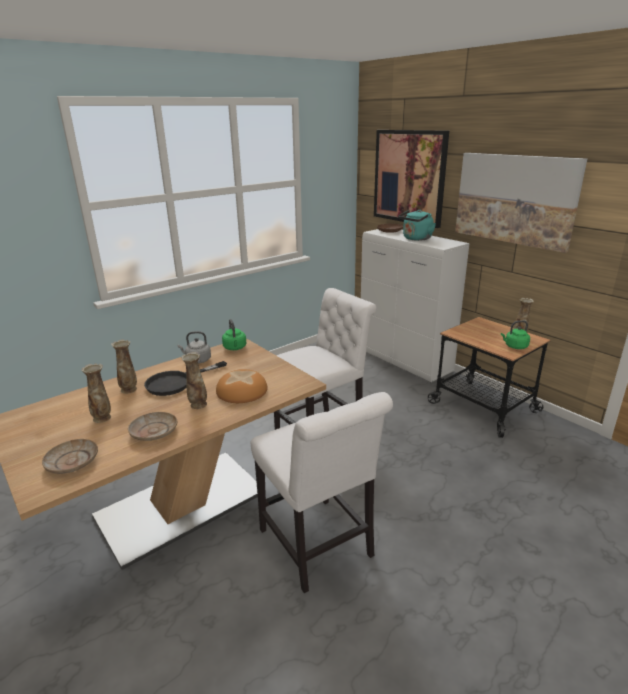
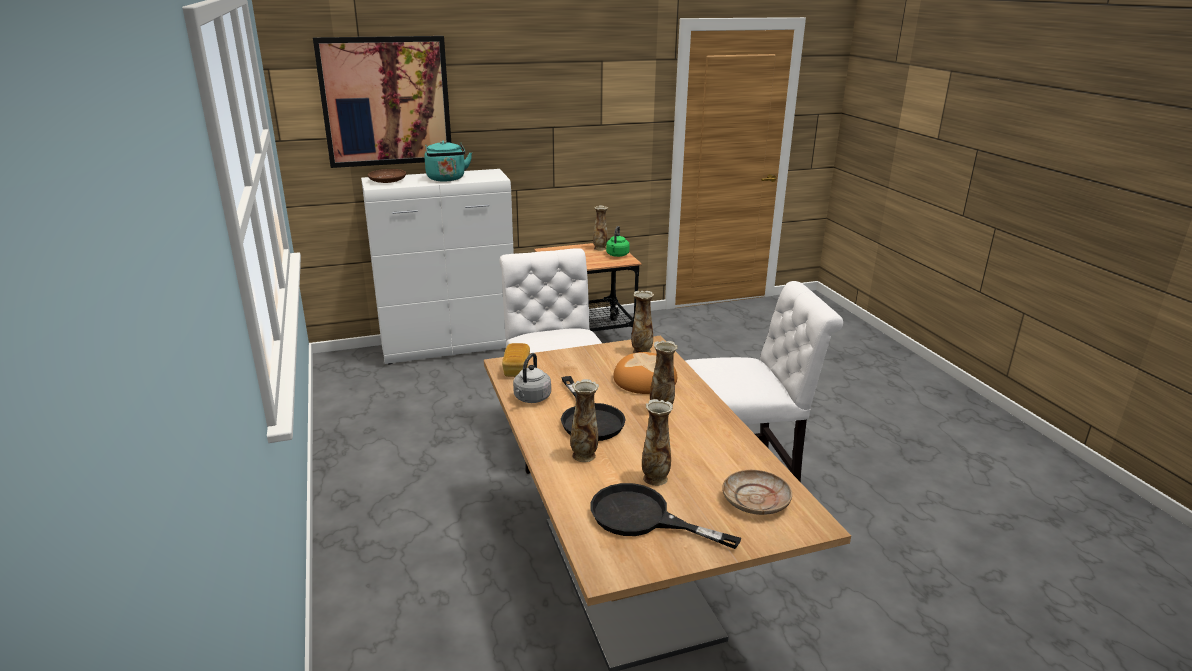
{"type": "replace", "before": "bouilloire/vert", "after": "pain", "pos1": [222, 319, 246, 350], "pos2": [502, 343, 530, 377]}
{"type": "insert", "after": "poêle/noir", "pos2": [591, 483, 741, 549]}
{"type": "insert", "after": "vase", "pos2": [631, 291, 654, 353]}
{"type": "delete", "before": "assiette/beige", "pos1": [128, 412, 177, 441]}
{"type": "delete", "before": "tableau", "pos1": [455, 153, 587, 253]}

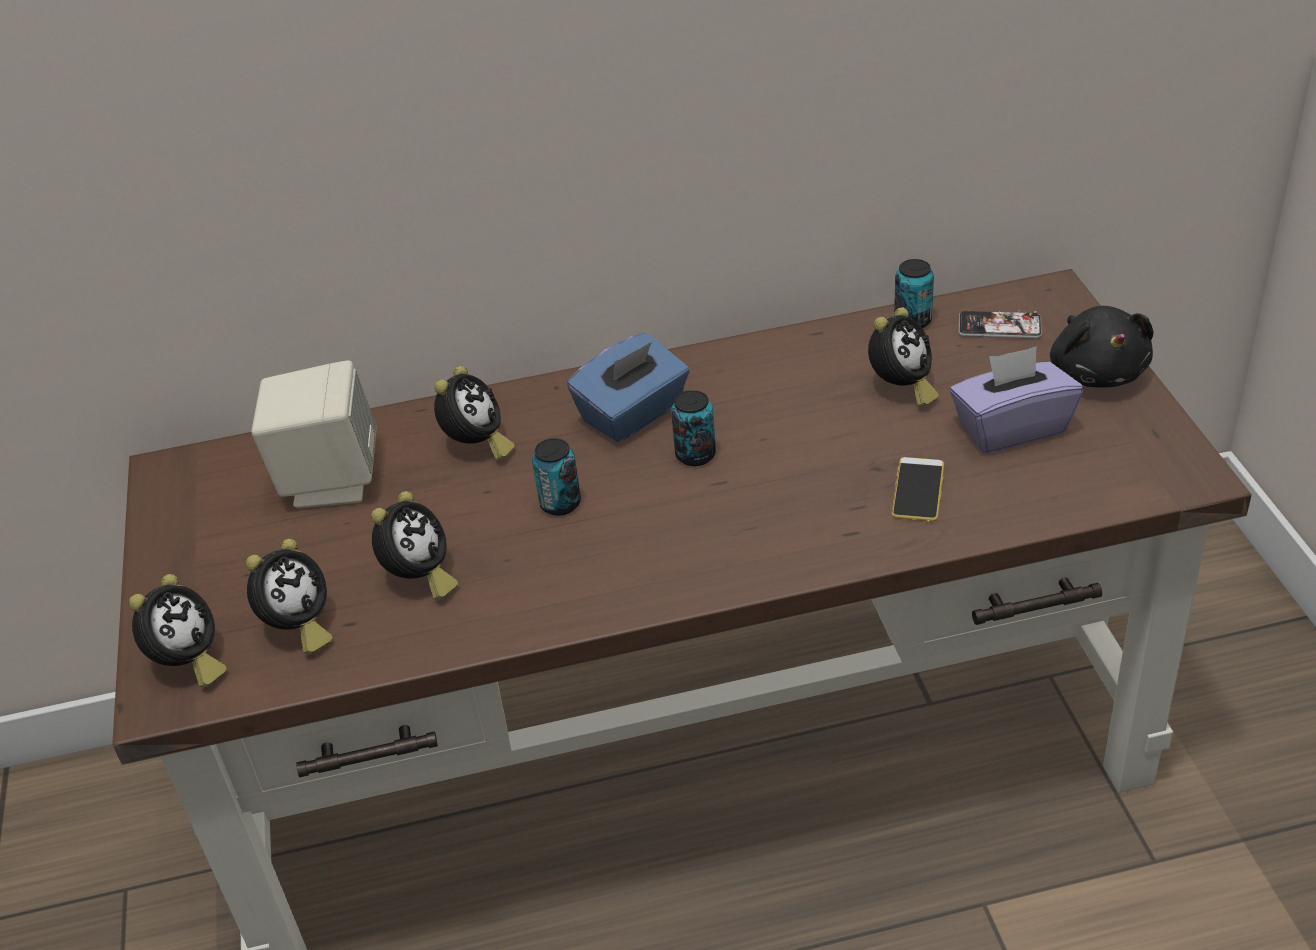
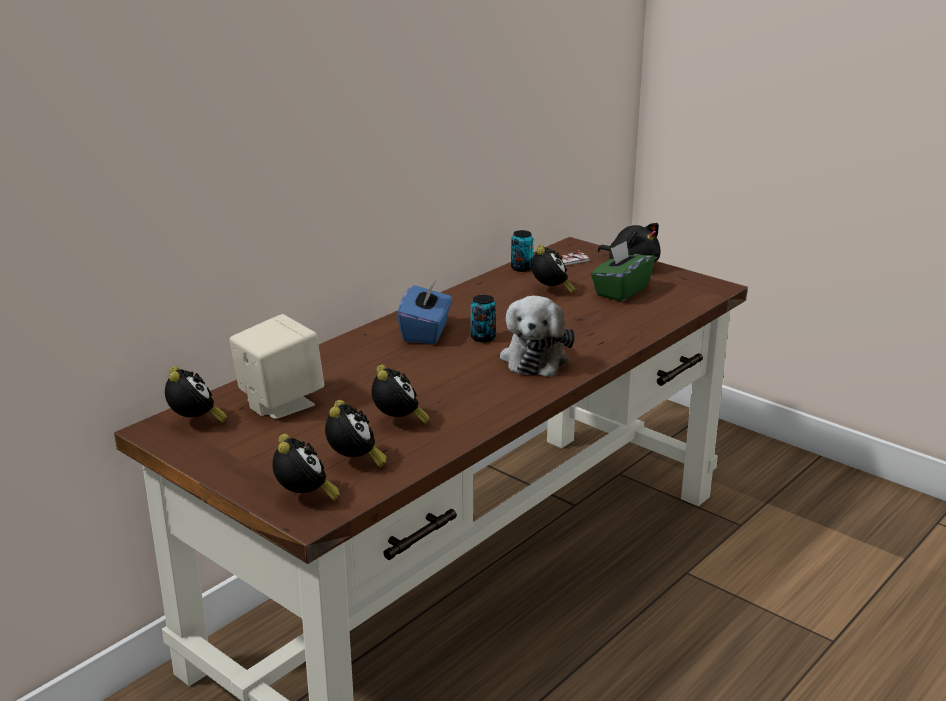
{"type": "move", "before": "réveil", "pos1": [434, 366, 515, 460], "pos2": [165, 366, 227, 423]}
{"type": "insert", "after": "peluche", "pos2": [500, 296, 575, 376]}
{"type": "recolor", "before": "boîte à mouchoirs/violet", "after": "boîte à mouchoirs/vert", "pos1": [950, 347, 1083, 453], "pos2": [591, 241, 655, 302]}
{"type": "delete", "before": "boîte métallique", "pos1": [532, 438, 581, 516]}
{"type": "delete", "before": "téléphone", "pos1": [891, 457, 944, 522]}

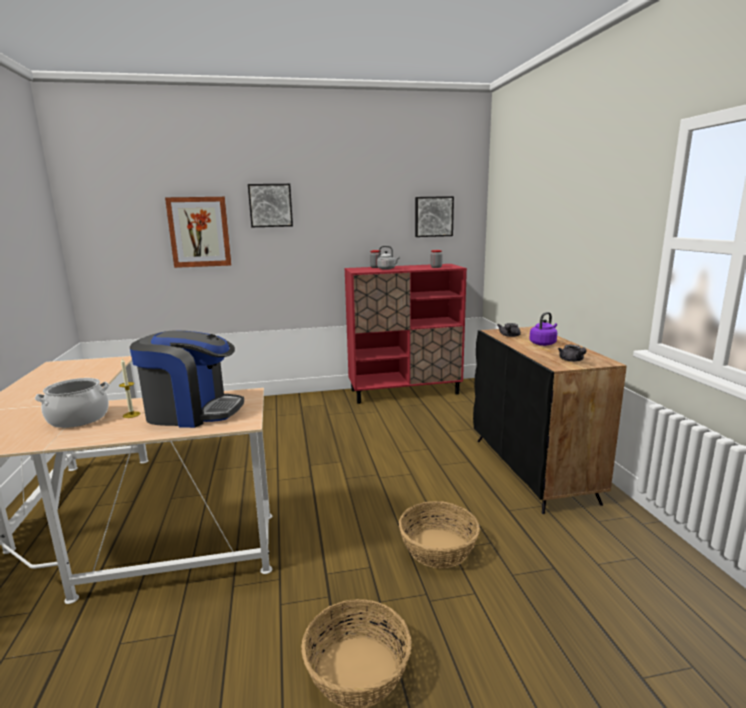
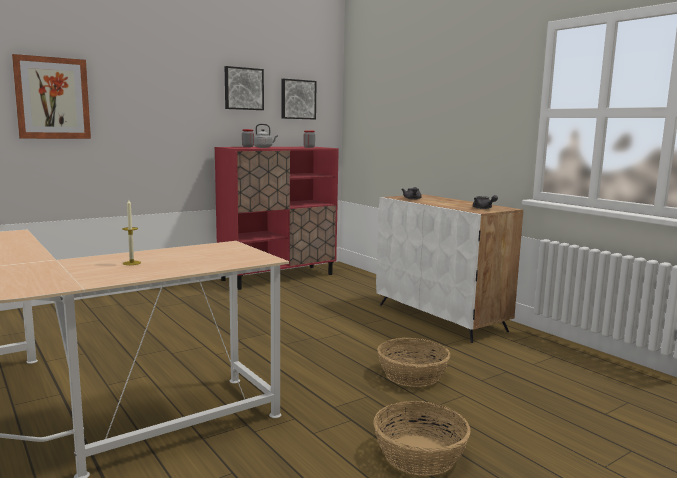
{"type": "move", "before": "tableau", "pos1": [248, 184, 293, 227], "pos2": [225, 66, 264, 110]}
{"type": "recolor", "before": "meuble de rangement/noir", "after": "meuble de rangement/blanc", "pos1": [473, 326, 627, 514], "pos2": [376, 194, 523, 343]}
{"type": "delete", "before": "marmite", "pos1": [35, 378, 109, 428]}
{"type": "delete", "before": "machine à café", "pos1": [130, 330, 244, 428]}
{"type": "delete", "before": "bouilloire/violet", "pos1": [530, 312, 557, 346]}

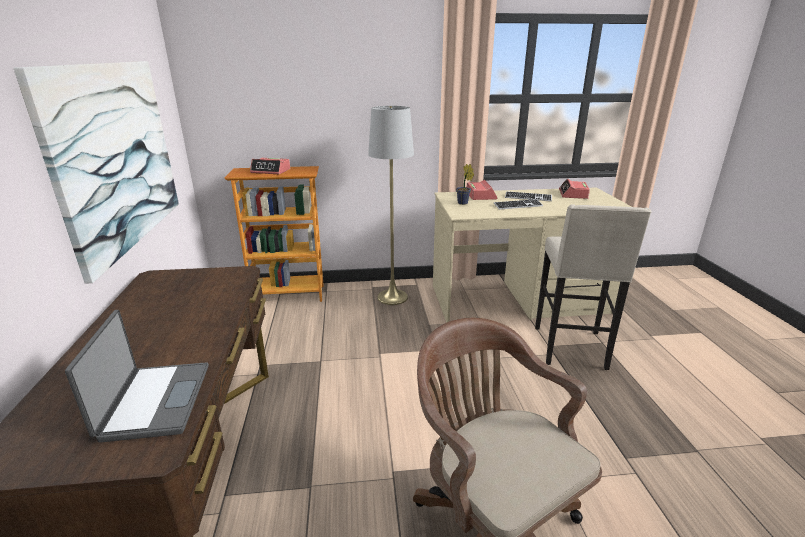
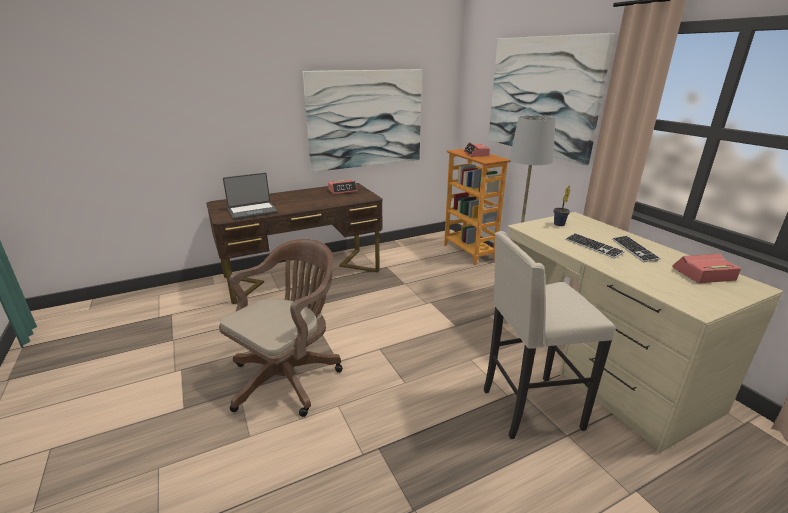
{"type": "move", "before": "réveil", "pos1": [467, 180, 497, 200], "pos2": [328, 180, 358, 195]}
{"type": "insert", "after": "tableau", "pos2": [488, 33, 615, 165]}

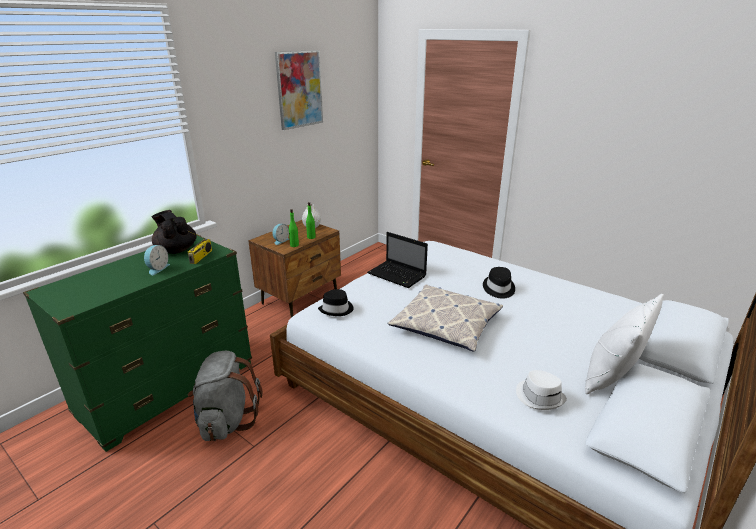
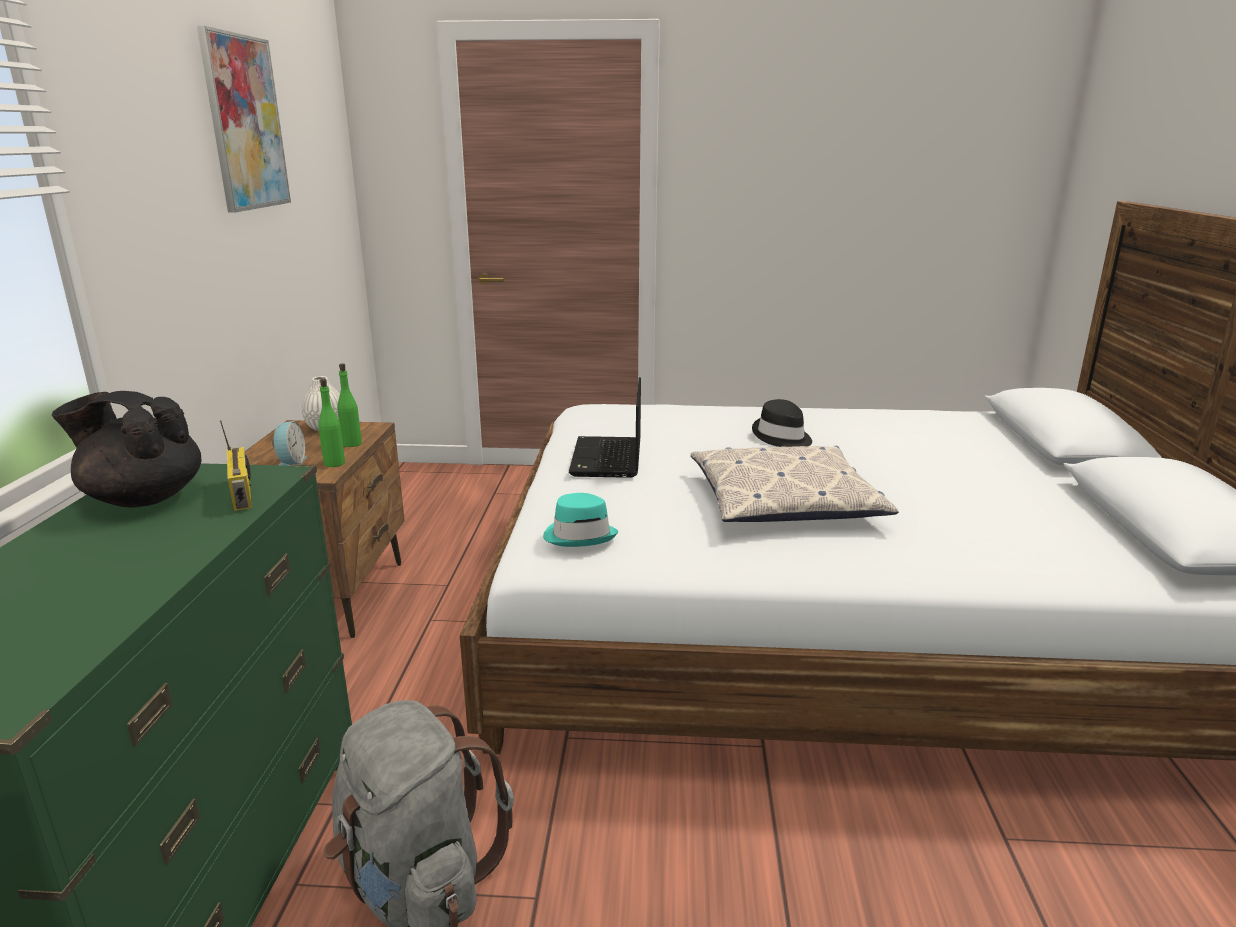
{"type": "recolor", "before": "chapeau/noir", "after": "chapeau/turquoise", "pos1": [318, 289, 354, 316], "pos2": [543, 493, 618, 547]}
{"type": "rotate", "before": "ordinateur portable", "pos1": [367, 232, 428, 288], "pos2": [569, 377, 641, 478], "turn": 90}
{"type": "delete", "before": "réveil", "pos1": [144, 245, 170, 275]}
{"type": "delete", "before": "chapeau/blanc", "pos1": [516, 370, 567, 410]}
{"type": "delete", "before": "coussin/blanc", "pos1": [585, 294, 664, 394]}

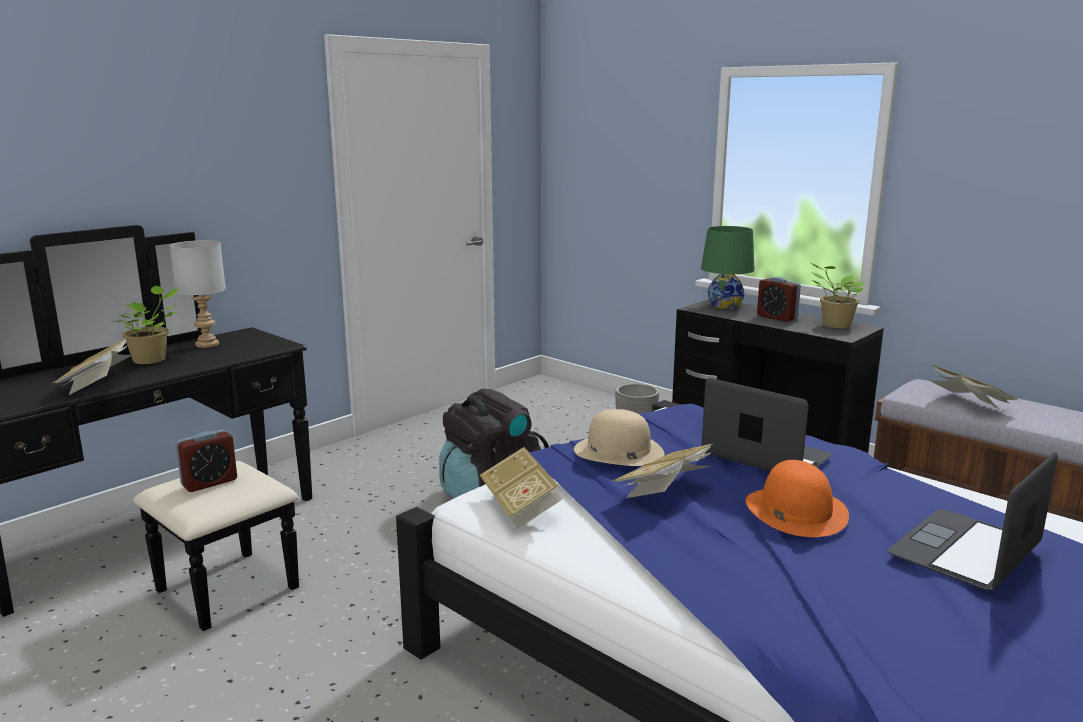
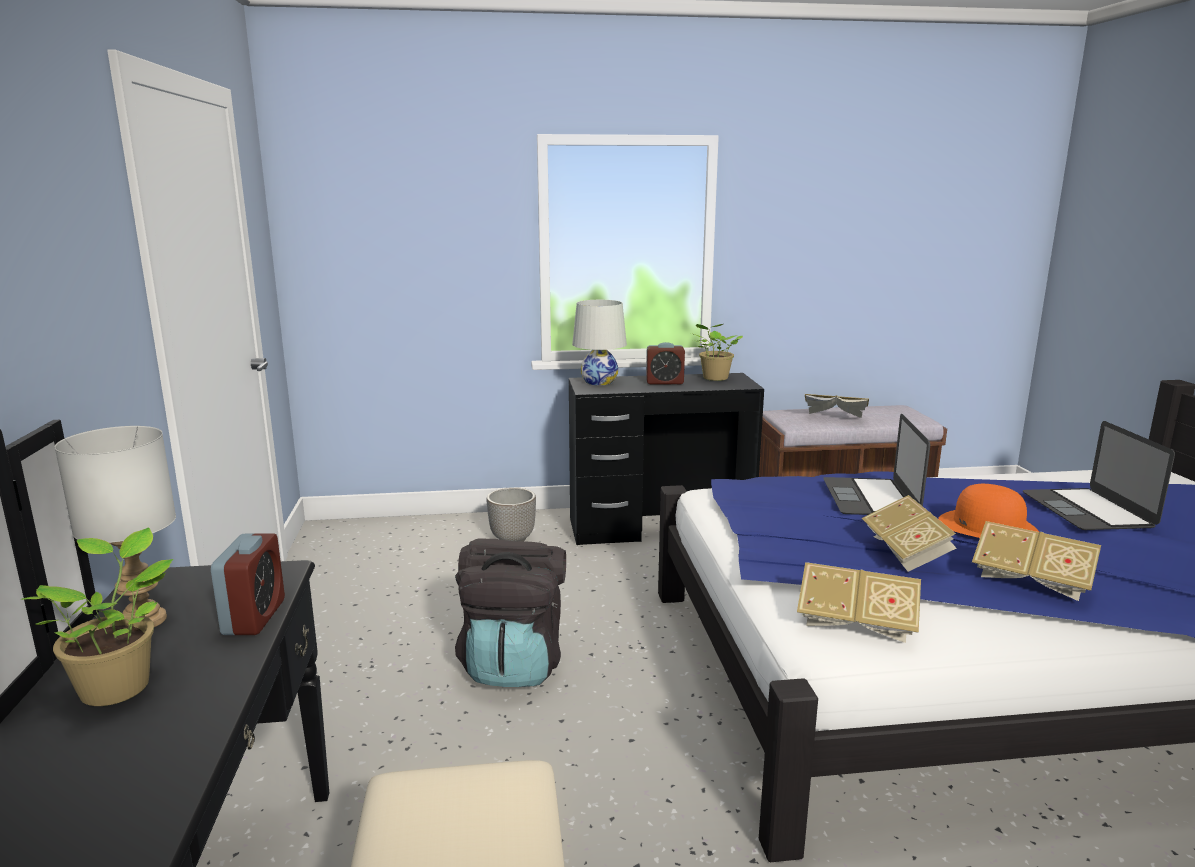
{"type": "move", "before": "réveil", "pos1": [175, 429, 237, 492], "pos2": [211, 534, 285, 635]}
{"type": "recolor", "before": "lampe de table/vert", "after": "lampe de table/blanc", "pos1": [701, 226, 755, 309], "pos2": [572, 300, 627, 385]}
{"type": "rotate", "before": "ordinateur portable", "pos1": [701, 378, 832, 472], "pos2": [823, 414, 930, 515], "turn": -75}
{"type": "move", "before": "livre", "pos1": [53, 338, 132, 396], "pos2": [972, 521, 1101, 601]}
{"type": "delete", "before": "chapeau/beige", "pos1": [574, 409, 664, 466]}

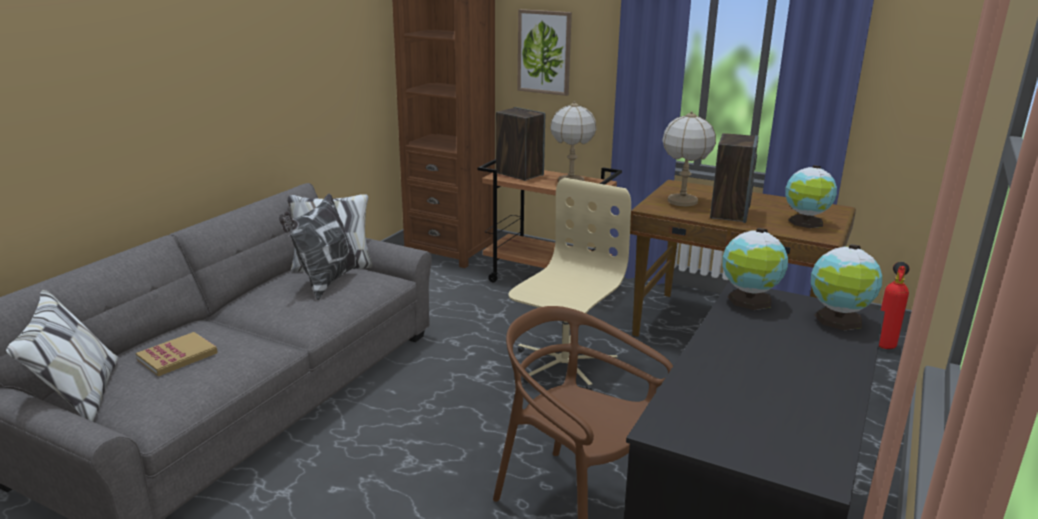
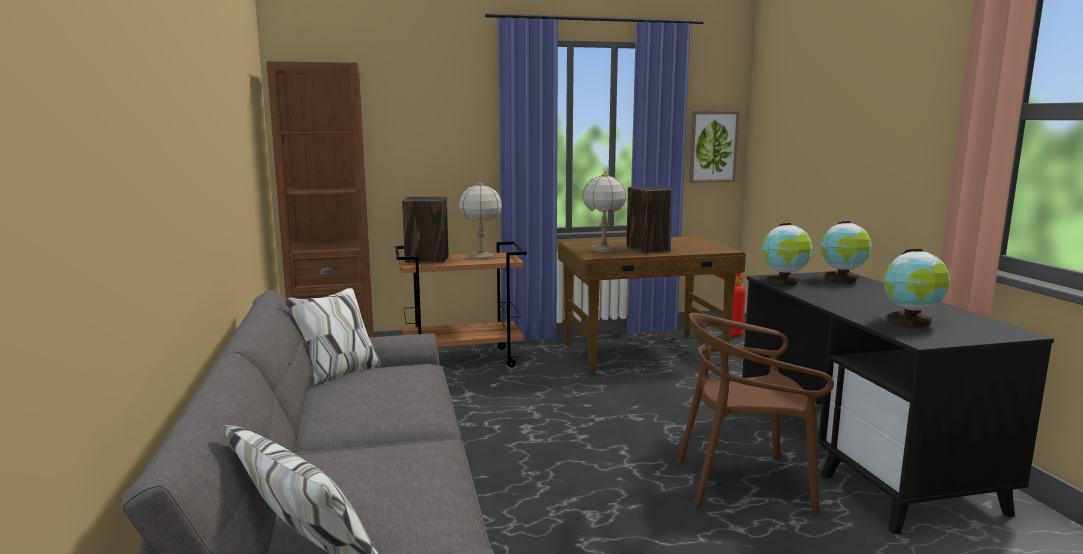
{"type": "move", "before": "tableau", "pos1": [517, 9, 572, 96], "pos2": [689, 111, 739, 183]}
{"type": "move", "before": "globe", "pos1": [785, 165, 837, 228], "pos2": [884, 249, 950, 326]}
{"type": "delete", "before": "livre", "pos1": [136, 332, 218, 376]}
{"type": "delete", "before": "coussin", "pos1": [279, 193, 360, 300]}
{"type": "delete", "before": "chaise de bureau/beige", "pos1": [508, 178, 631, 390]}

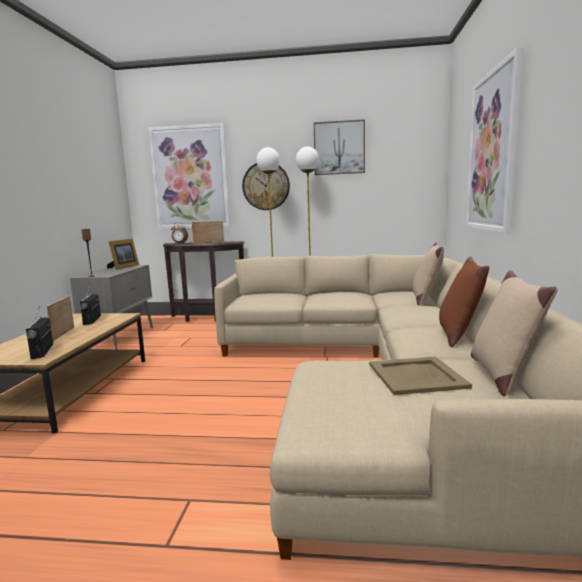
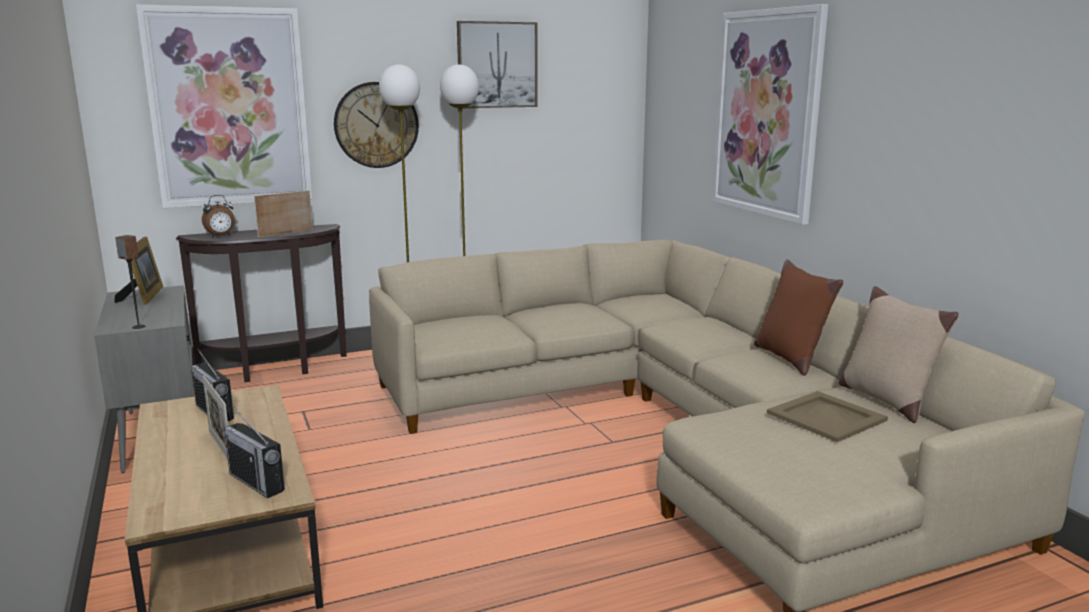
{"type": "delete", "before": "coussin/beige", "pos1": [413, 242, 444, 306]}

